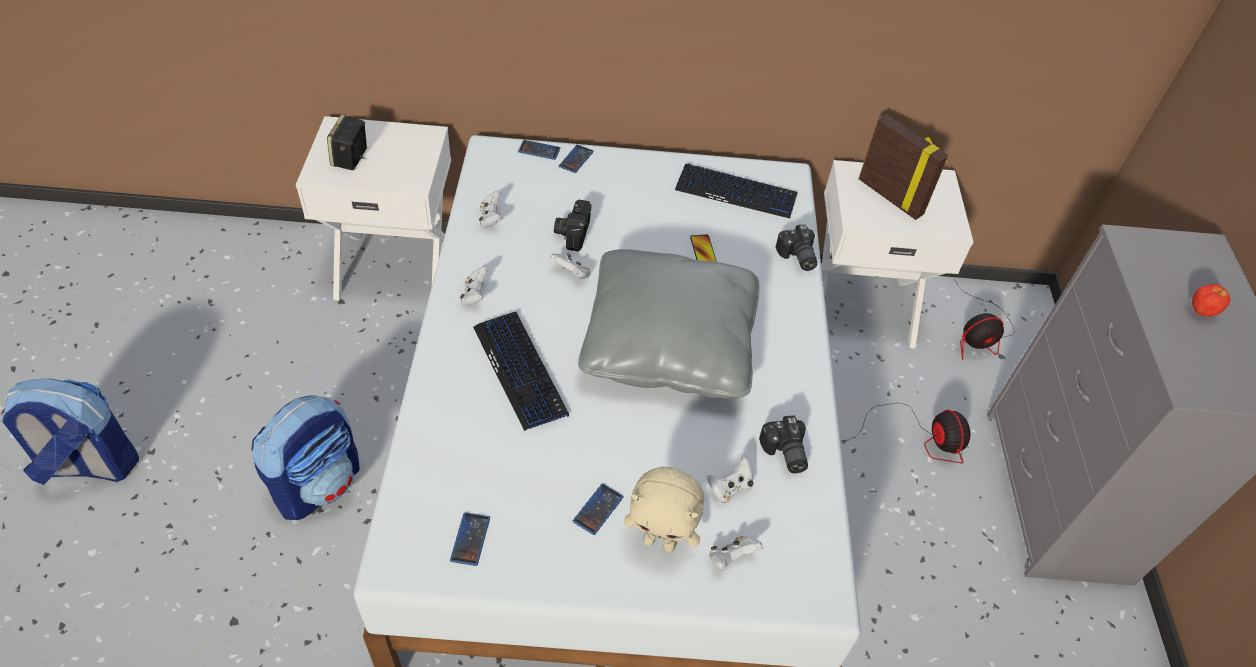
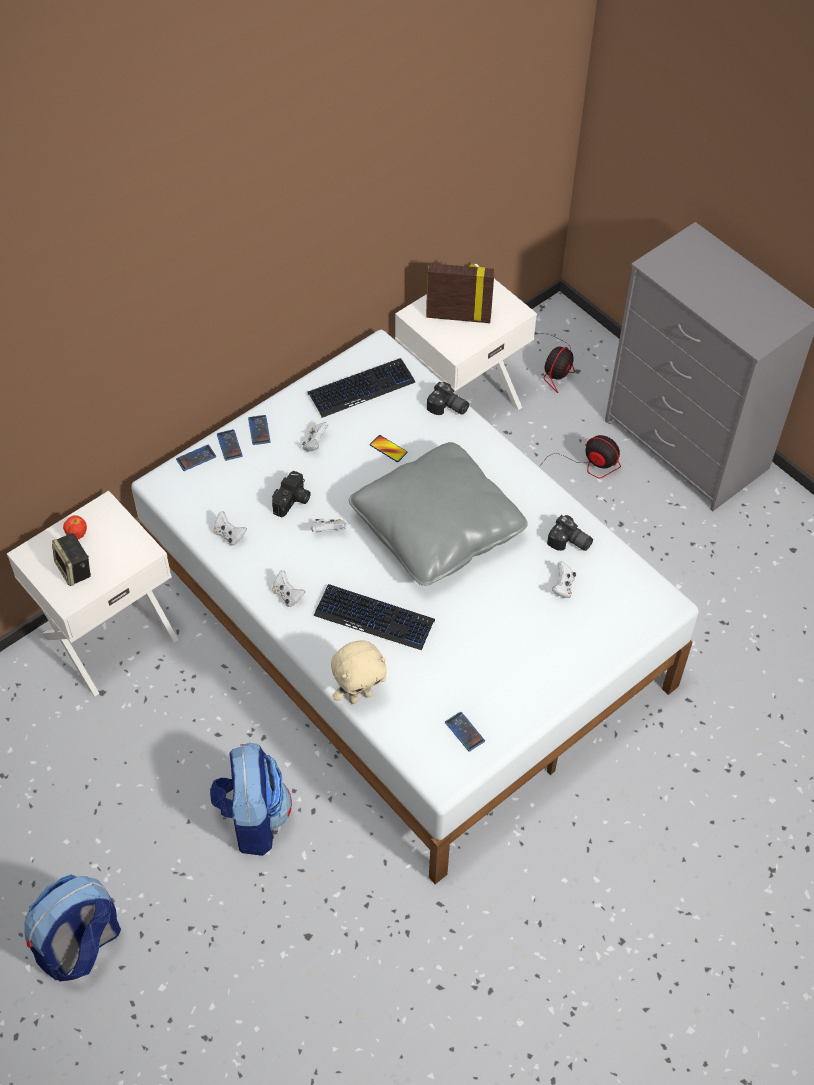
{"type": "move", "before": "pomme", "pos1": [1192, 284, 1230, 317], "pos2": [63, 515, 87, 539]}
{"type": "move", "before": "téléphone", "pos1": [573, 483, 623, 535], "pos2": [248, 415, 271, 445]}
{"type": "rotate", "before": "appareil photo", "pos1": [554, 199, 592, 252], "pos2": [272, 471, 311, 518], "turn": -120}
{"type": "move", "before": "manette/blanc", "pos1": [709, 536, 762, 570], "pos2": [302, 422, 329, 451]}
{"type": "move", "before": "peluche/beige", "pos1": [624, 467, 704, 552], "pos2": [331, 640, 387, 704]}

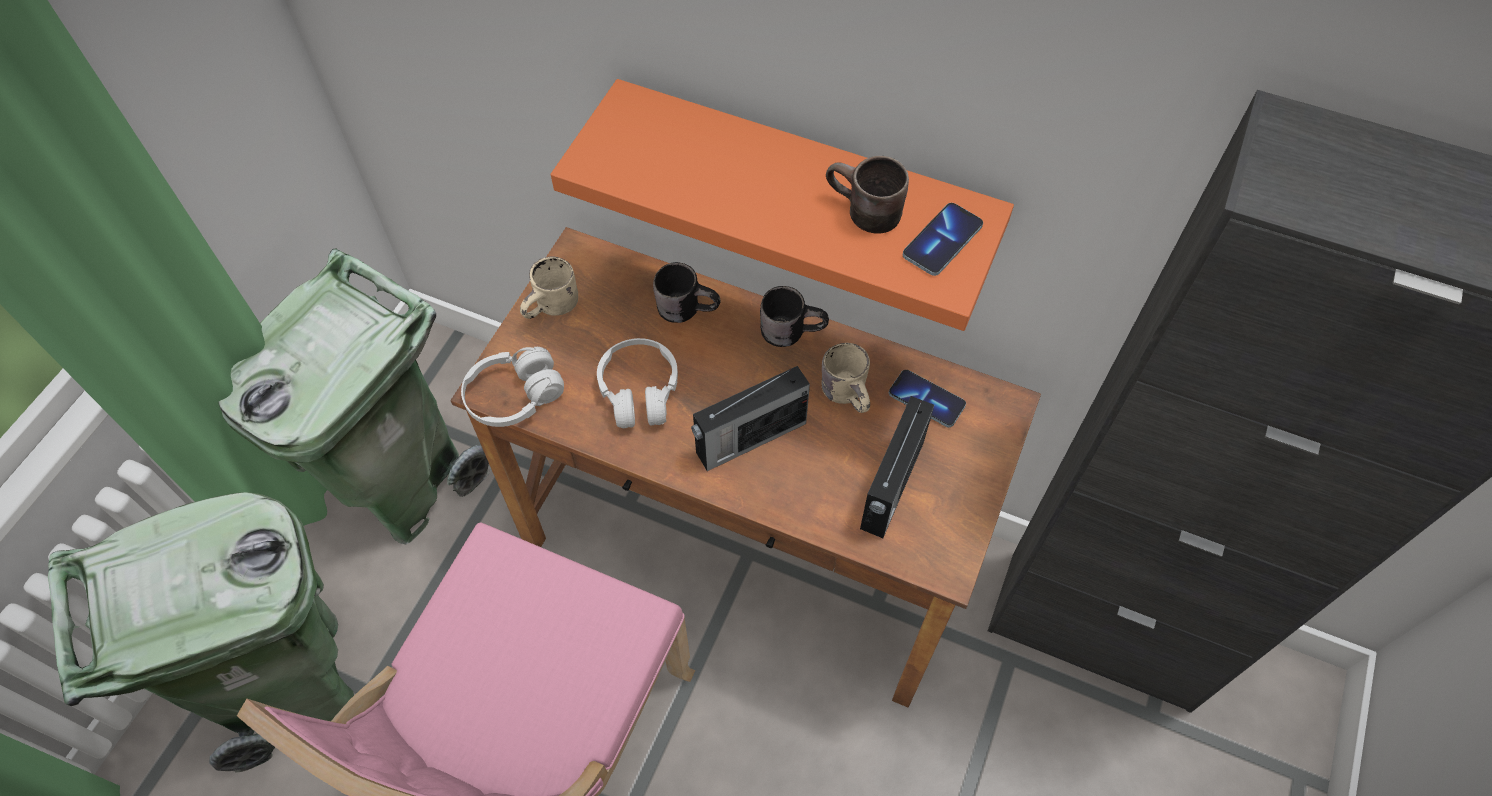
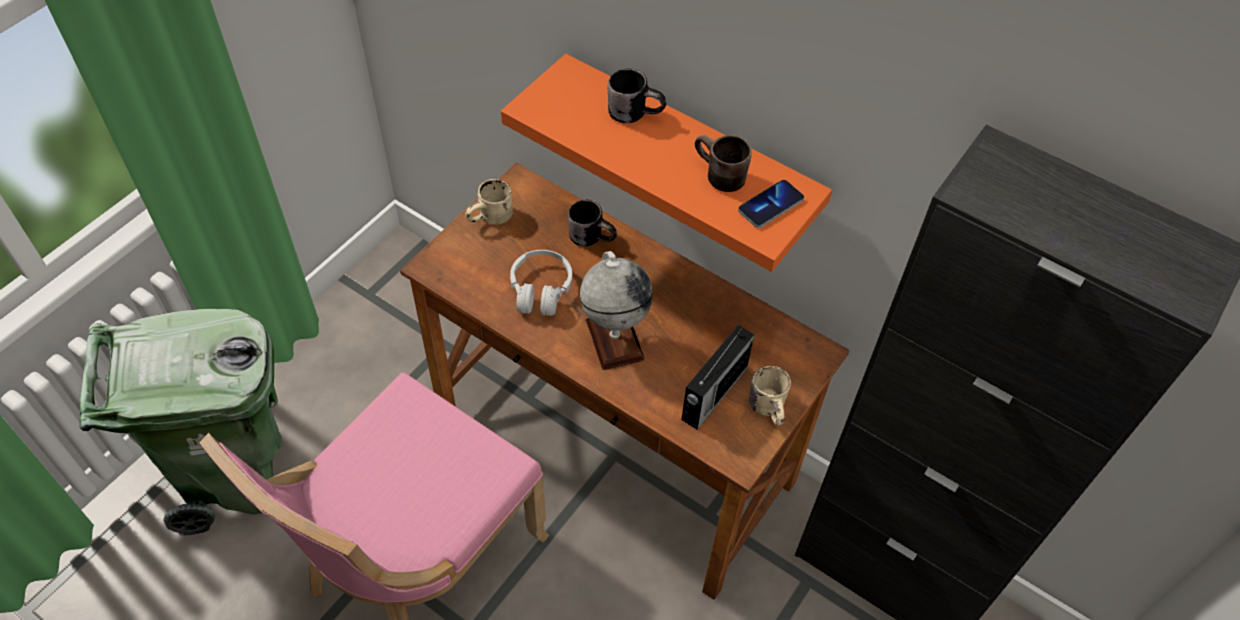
{"type": "replace", "before": "radio", "after": "globe", "pos1": [691, 366, 810, 471], "pos2": [580, 251, 653, 370]}
{"type": "move", "before": "mug/noir", "pos1": [760, 286, 829, 347], "pos2": [608, 68, 666, 123]}
{"type": "move", "before": "mug/beige", "pos1": [822, 343, 870, 413], "pos2": [749, 366, 791, 425]}
{"type": "delete", "before": "poubelle/vert", "pos1": [218, 249, 491, 544]}
{"type": "delete", "before": "casque audio/blanc", "pos1": [461, 347, 564, 427]}
{"type": "delete", "before": "téléphone", "pos1": [889, 370, 966, 427]}

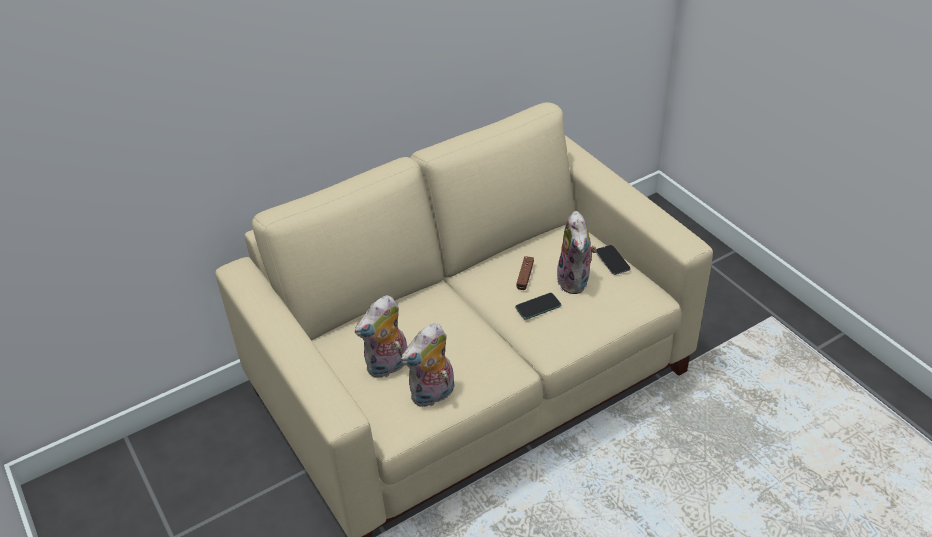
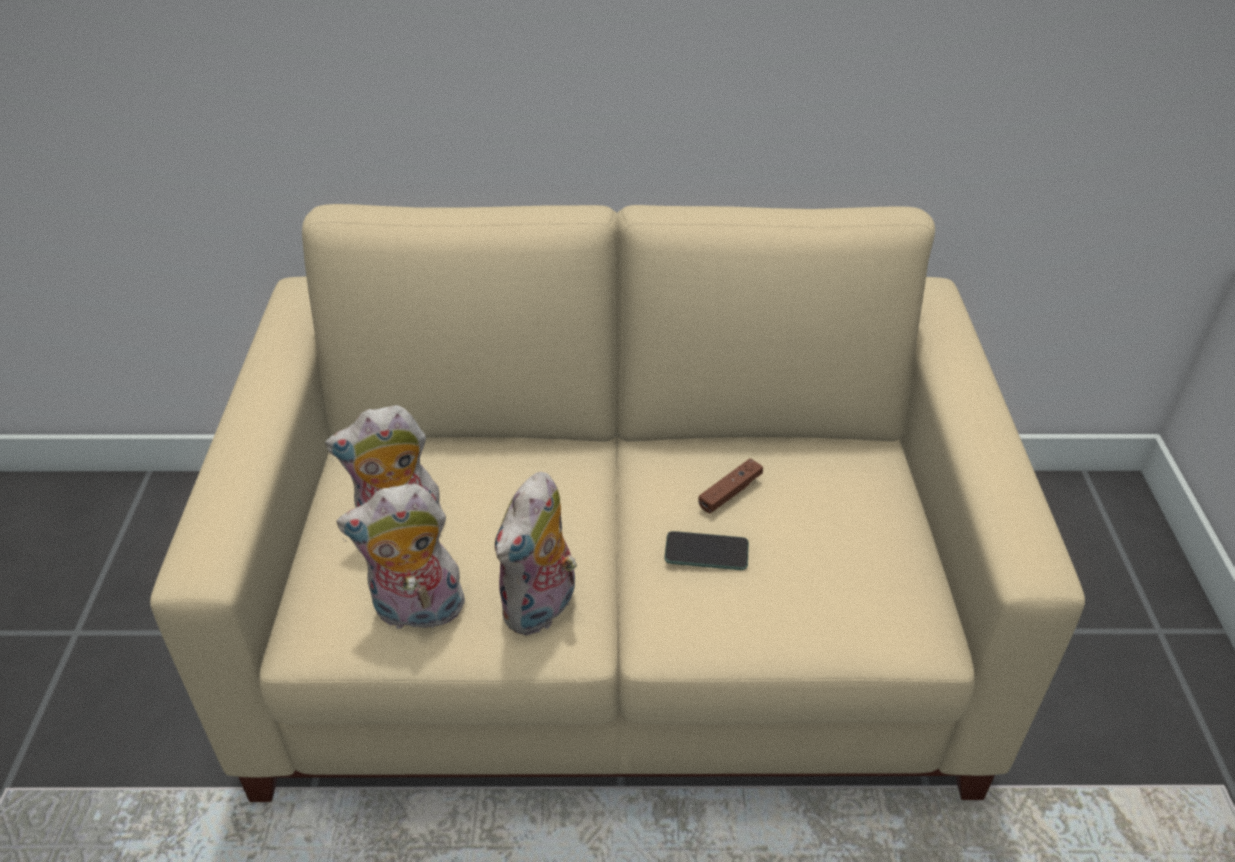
{"type": "move", "before": "peluche", "pos1": [557, 211, 597, 294], "pos2": [495, 472, 577, 635]}
{"type": "delete", "before": "téléphone", "pos1": [596, 245, 630, 275]}

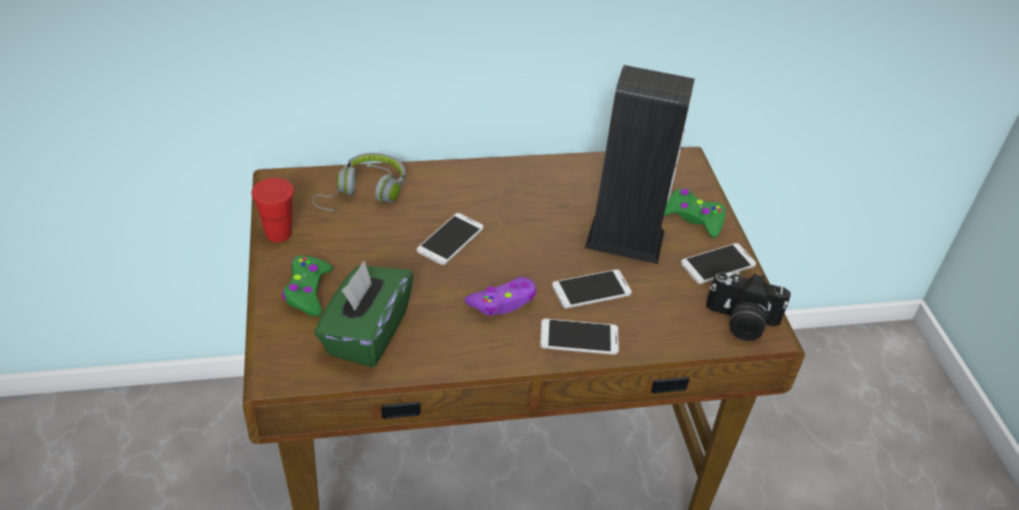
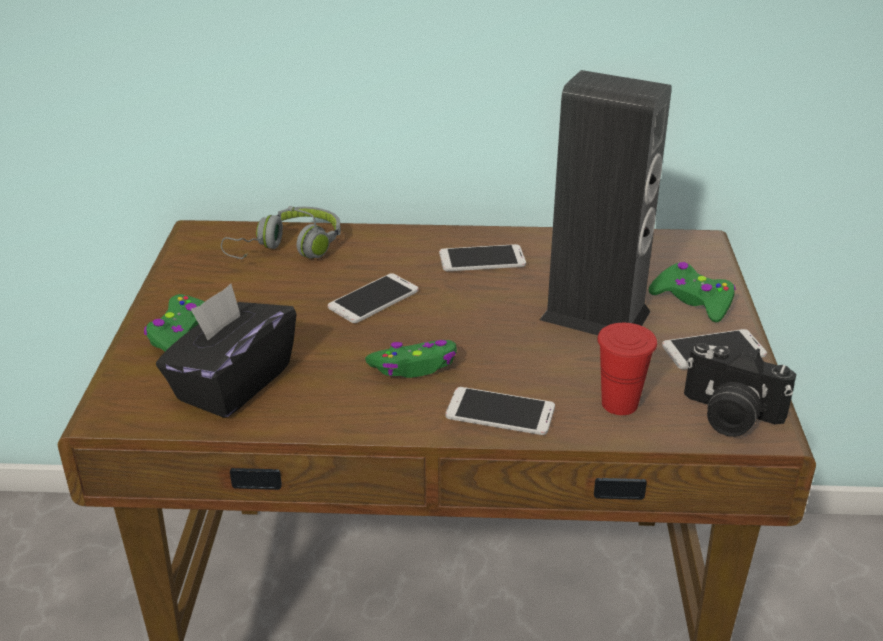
{"type": "recolor", "before": "boîte à mouchoirs/vert", "after": "boîte à mouchoirs/noir", "pos1": [315, 261, 414, 367], "pos2": [156, 284, 297, 418]}
{"type": "recolor", "before": "manette/violet", "after": "manette/vert", "pos1": [464, 277, 537, 315], "pos2": [365, 340, 457, 378]}
{"type": "move", "before": "téléphone", "pos1": [552, 270, 632, 308], "pos2": [439, 244, 526, 271]}
{"type": "move", "before": "tasse/rouge", "pos1": [252, 178, 294, 242], "pos2": [597, 323, 657, 415]}

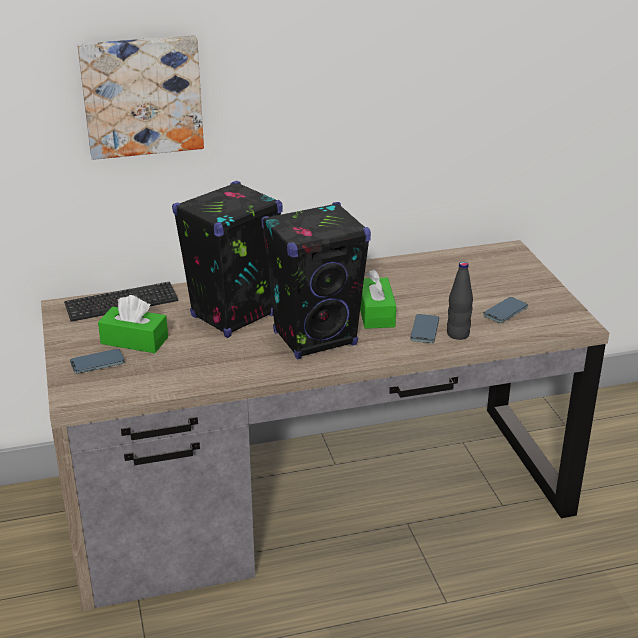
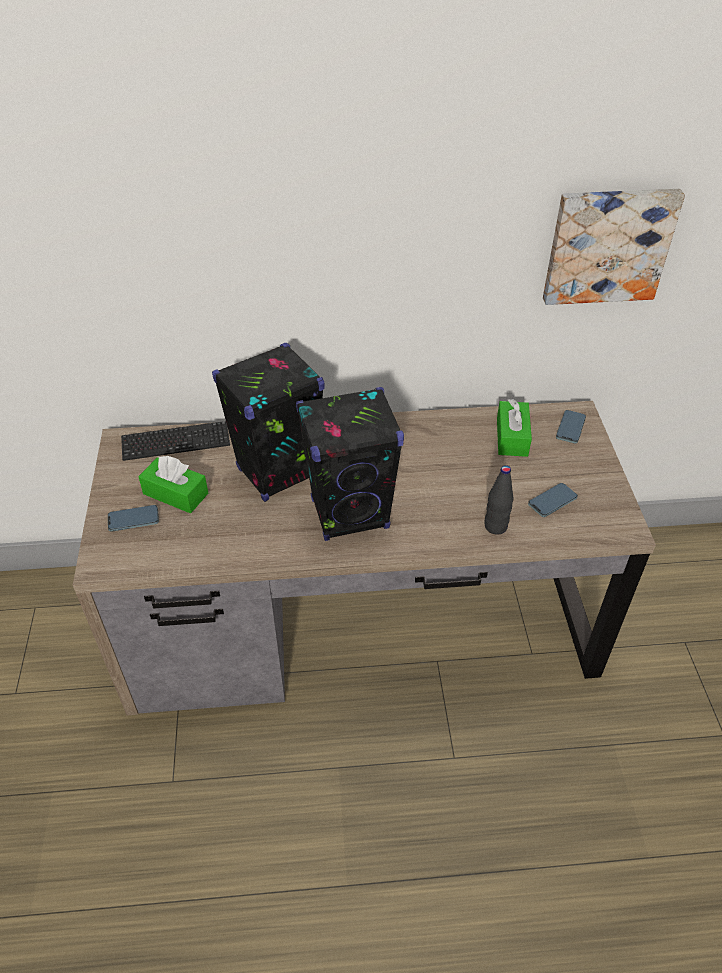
{"type": "move", "before": "boîte à mouchoirs/vert", "pos1": [360, 270, 396, 329], "pos2": [497, 399, 532, 457]}
{"type": "move", "before": "tableau", "pos1": [77, 35, 204, 160], "pos2": [543, 189, 685, 305]}
{"type": "move", "before": "téléphone", "pos1": [410, 314, 439, 343], "pos2": [556, 410, 586, 443]}

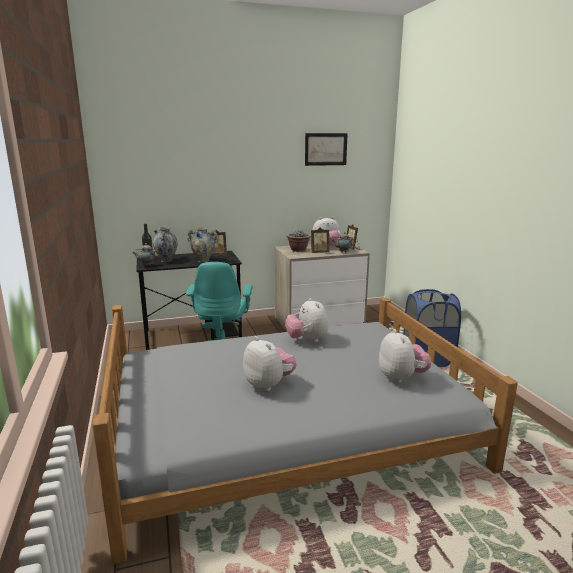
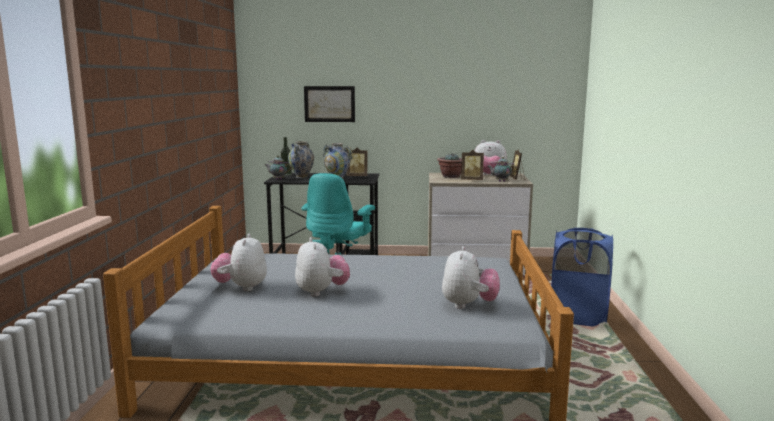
{"type": "move", "before": "peluche", "pos1": [285, 298, 329, 342], "pos2": [210, 234, 267, 291]}
{"type": "move", "before": "tableau", "pos1": [305, 133, 348, 166], "pos2": [304, 86, 355, 122]}

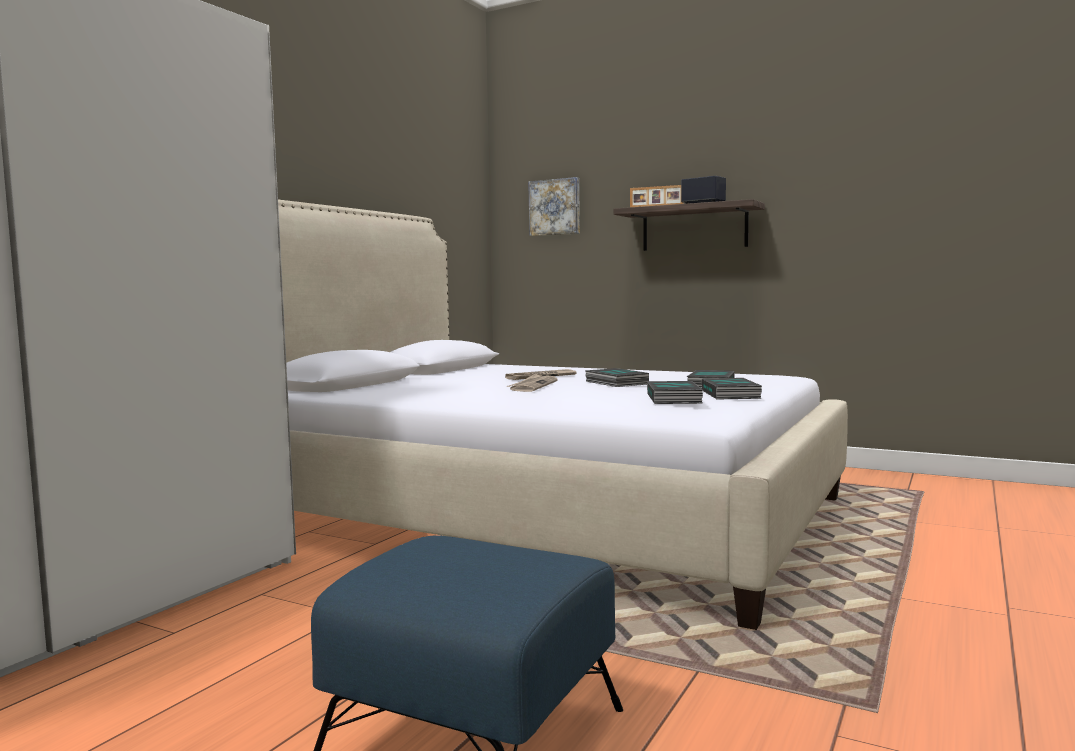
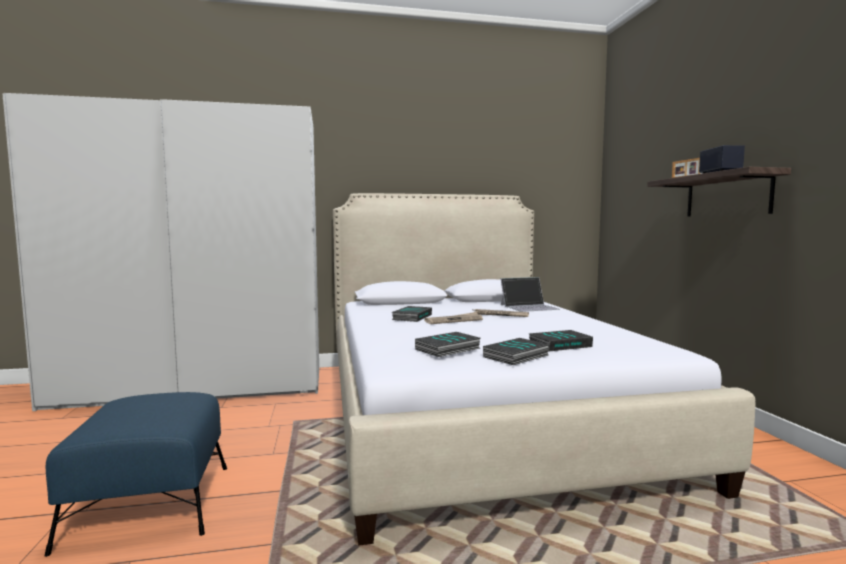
{"type": "move", "before": "livre", "pos1": [586, 368, 649, 387], "pos2": [392, 306, 432, 322]}
{"type": "insert", "after": "ordinateur portable", "pos2": [501, 277, 560, 312]}
{"type": "delete", "before": "tableau", "pos1": [528, 177, 580, 236]}

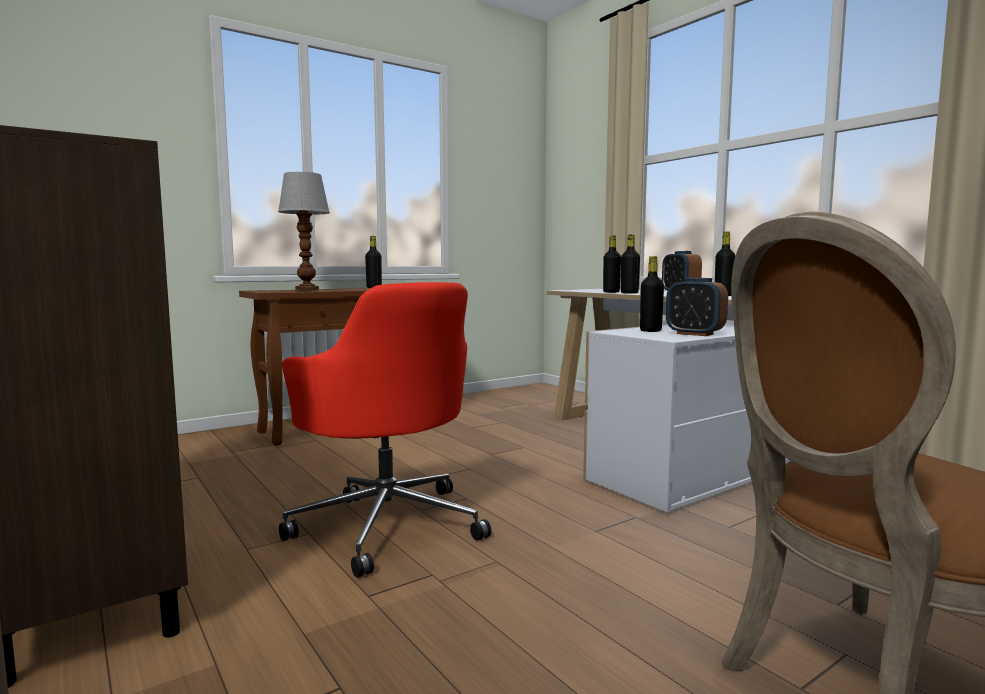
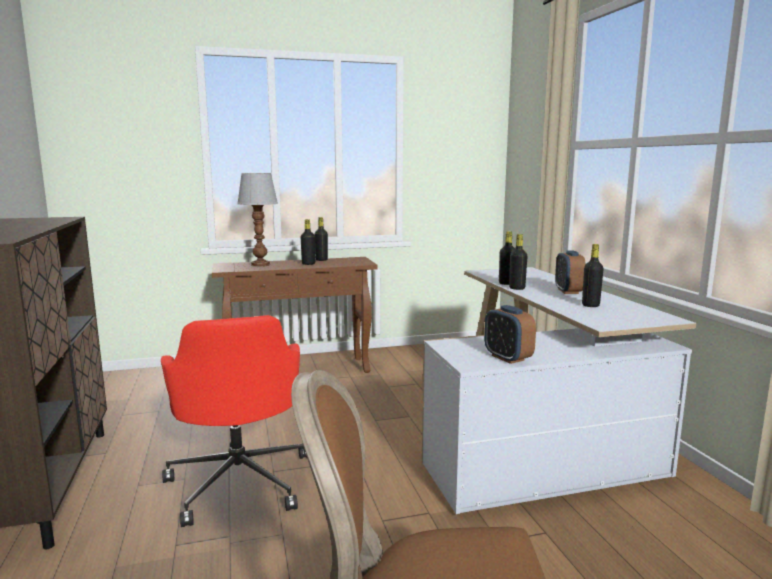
{"type": "move", "before": "bouteille/noir", "pos1": [640, 256, 664, 332], "pos2": [301, 219, 315, 265]}

